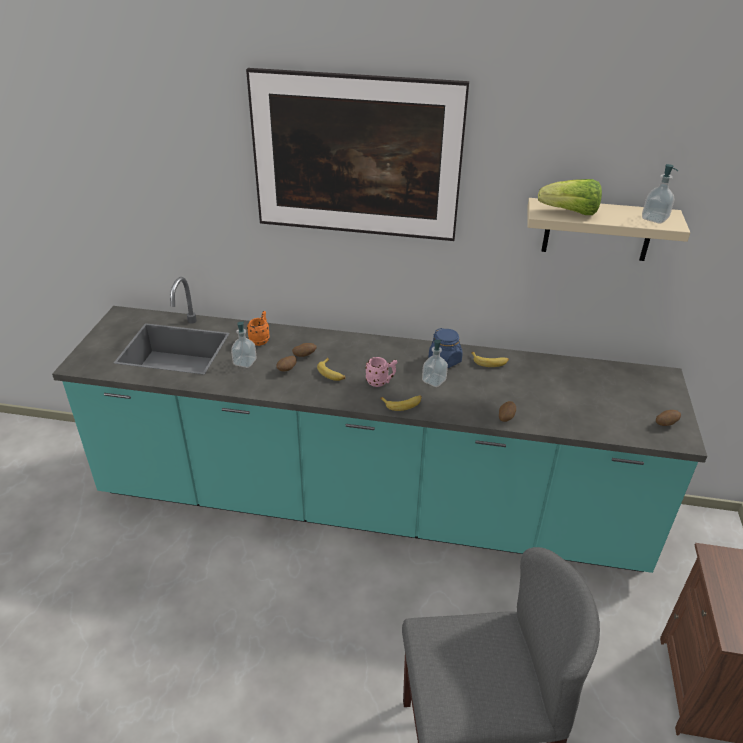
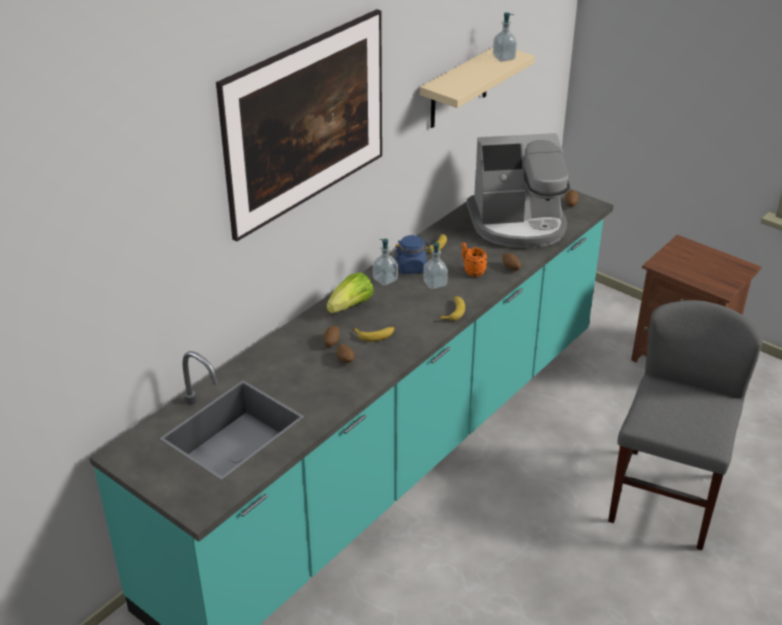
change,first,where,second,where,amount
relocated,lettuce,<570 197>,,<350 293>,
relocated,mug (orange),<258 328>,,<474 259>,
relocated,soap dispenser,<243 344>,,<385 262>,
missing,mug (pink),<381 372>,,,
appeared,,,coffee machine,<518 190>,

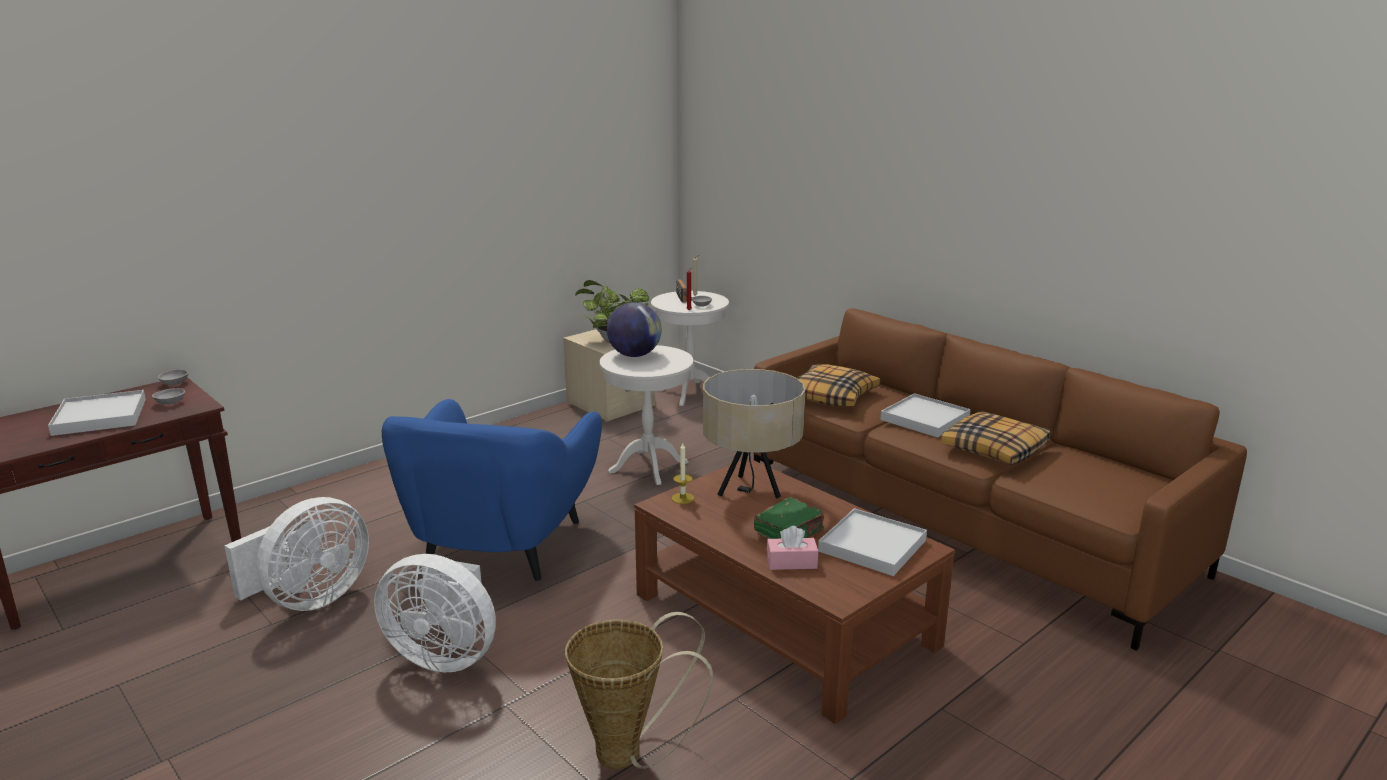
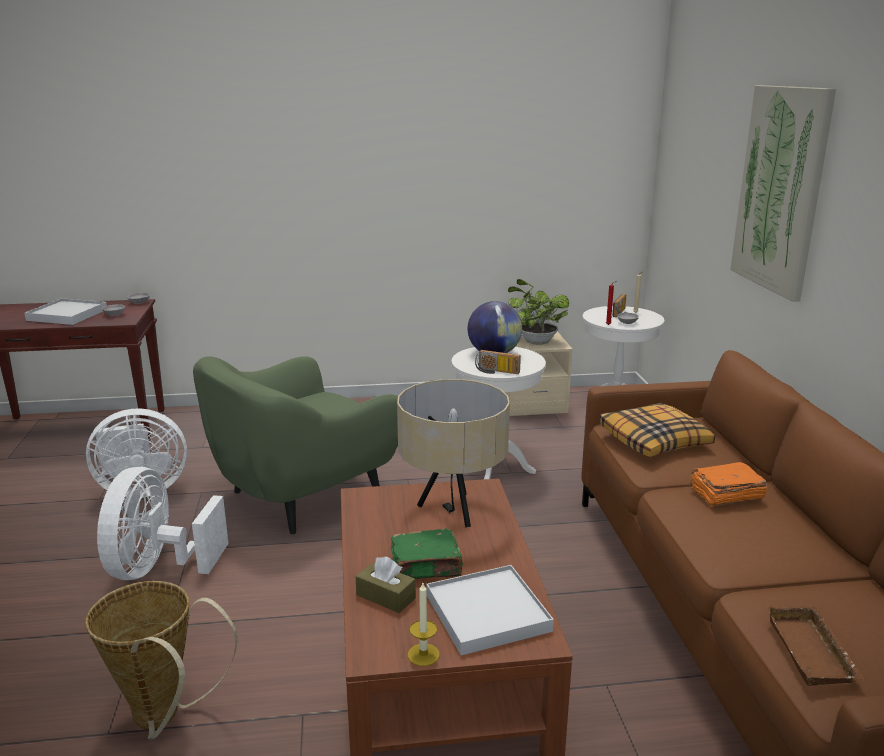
change,first,where,second,where,amount
exchanged,tray (white),<926 415>,book (orange),<729 484>,
colour,armchair (blue),<492 490>,armchair (green),<295 445>,
missing,pillow,<996 438>,,,
relocated,candle,<682 473>,,<424 624>,
colour,tissue box (pink),<792 548>,tissue box (brown),<386 585>,
spun,fan (white),<435 613>,,<163 523>,45 degrees clockwise
appeared,,,picture,<783 193>,
appeared,,,radio,<498 362>,
appeared,,,tray (brown),<815 645>,

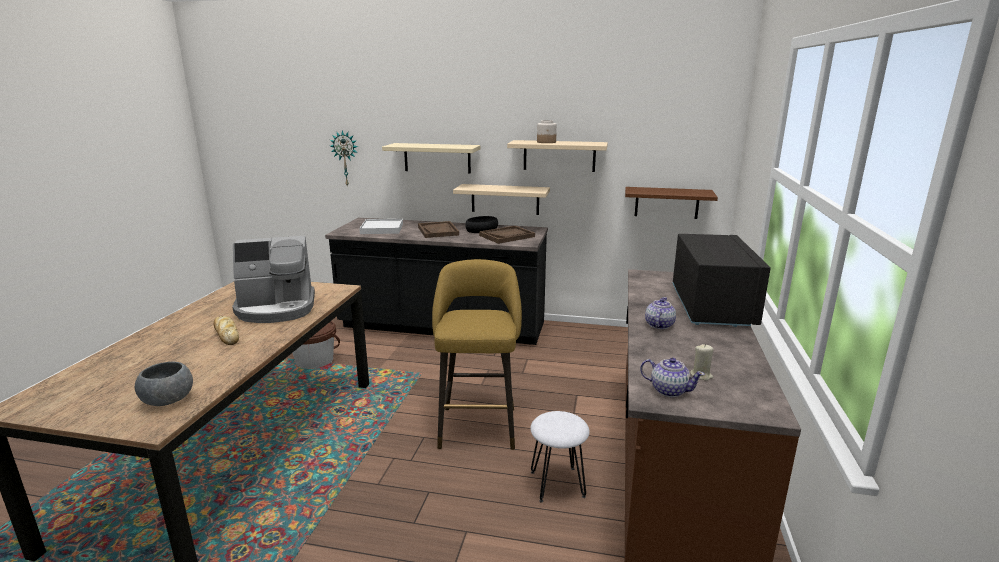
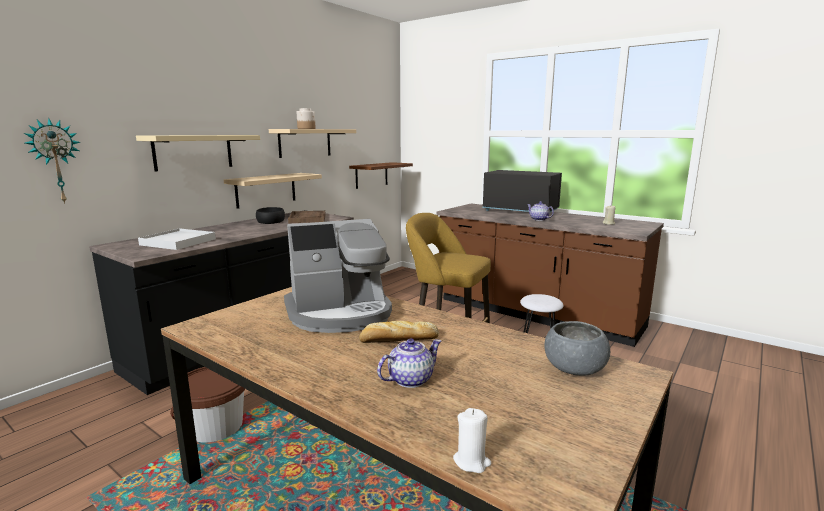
change,first,where,second,where,amount
missing,tray (brown),<438 229>,,,
spun,coffee machine,<273 279>,,<338 276>,60 degrees clockwise
relocated,teapot,<672 377>,,<409 363>,
appeared,,,candle (white),<472 440>,

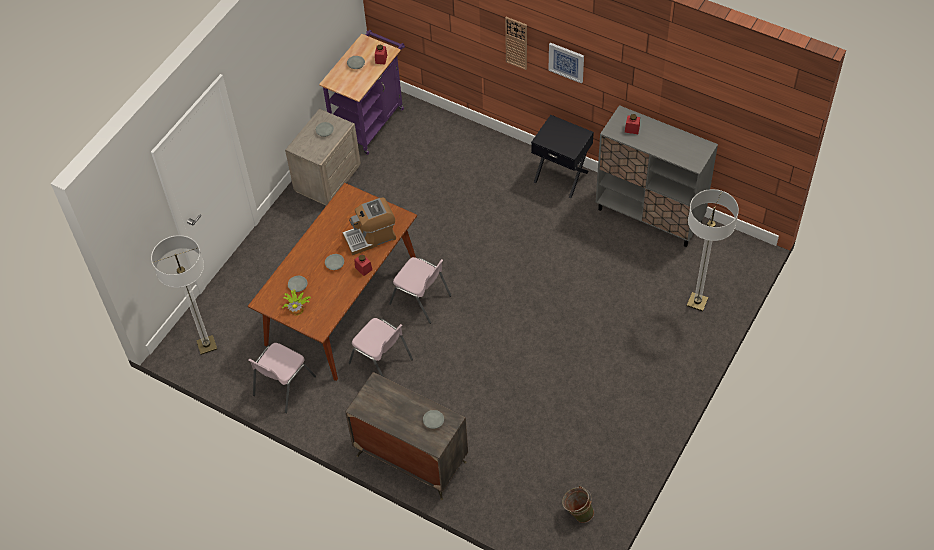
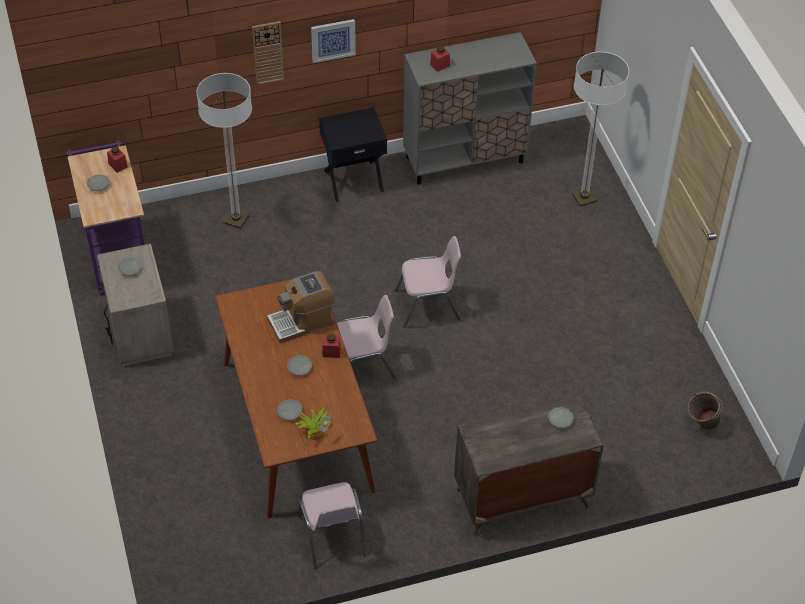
change,first,where,second,where,amount
spun,coffee machine,<369 226>,,<301 307>,45 degrees clockwise
relocated,floor lamp,<184 295>,,<224 151>,
relocated,chair (pink),<381 347>,,<428 282>,

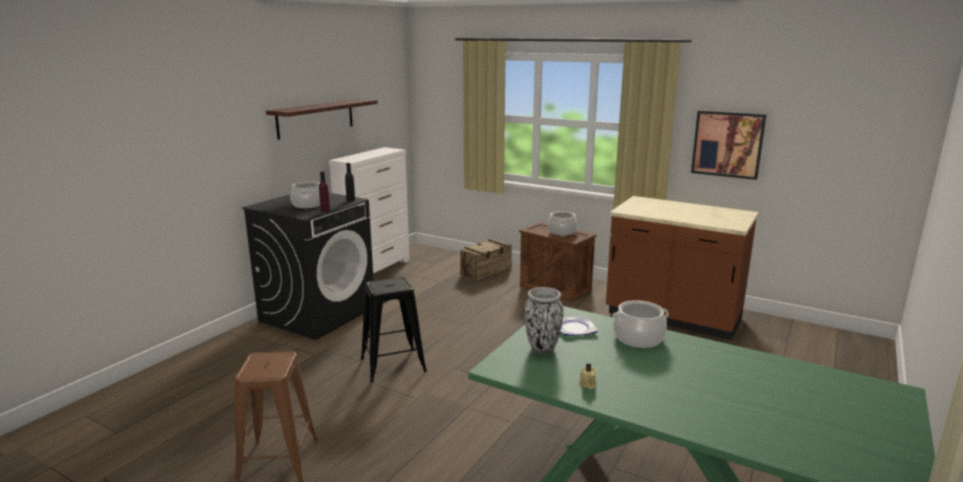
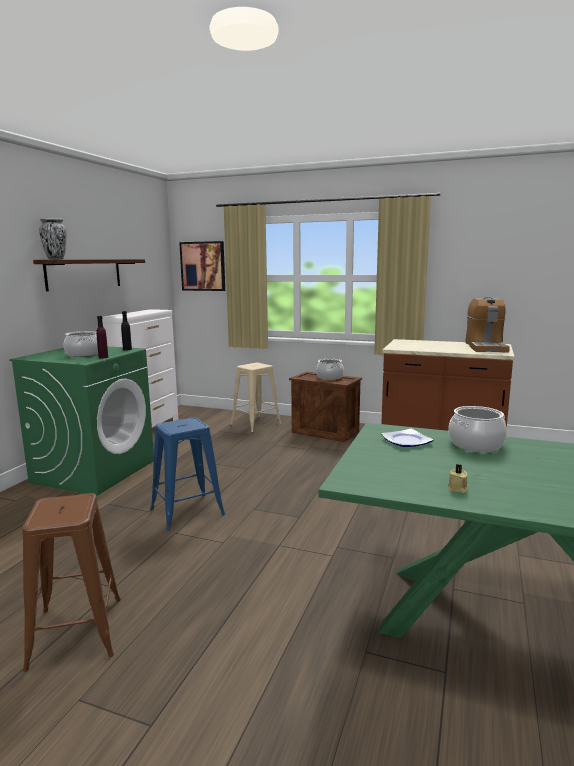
change,first,where,second,where,amount
relocated,picture,<729 145>,,<202 266>,
colour,washing machine (black),<308 266>,washing machine (green),<81 421>,
exchanged,crate,<486 260>,stool (beige),<256 397>,
colour,stool (black),<394 329>,stool (blue),<188 474>,
relocated,vase,<544 320>,,<53 239>,
appeared,,,coffee machine,<487 324>,

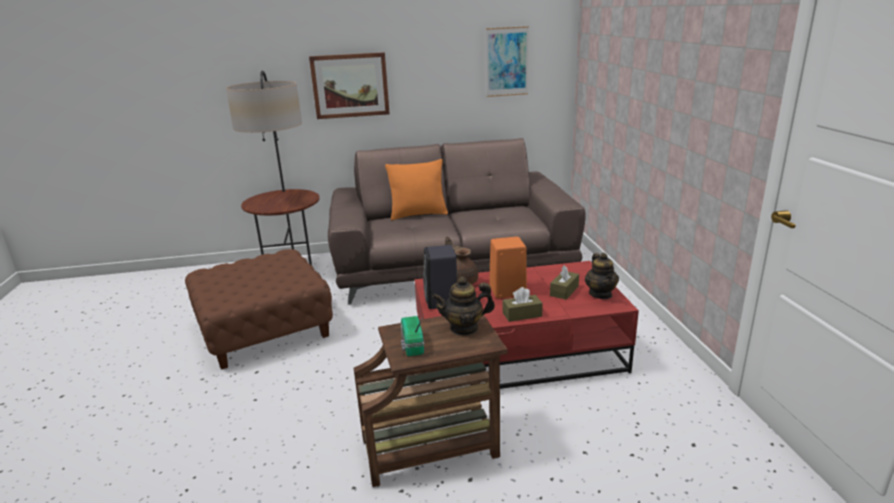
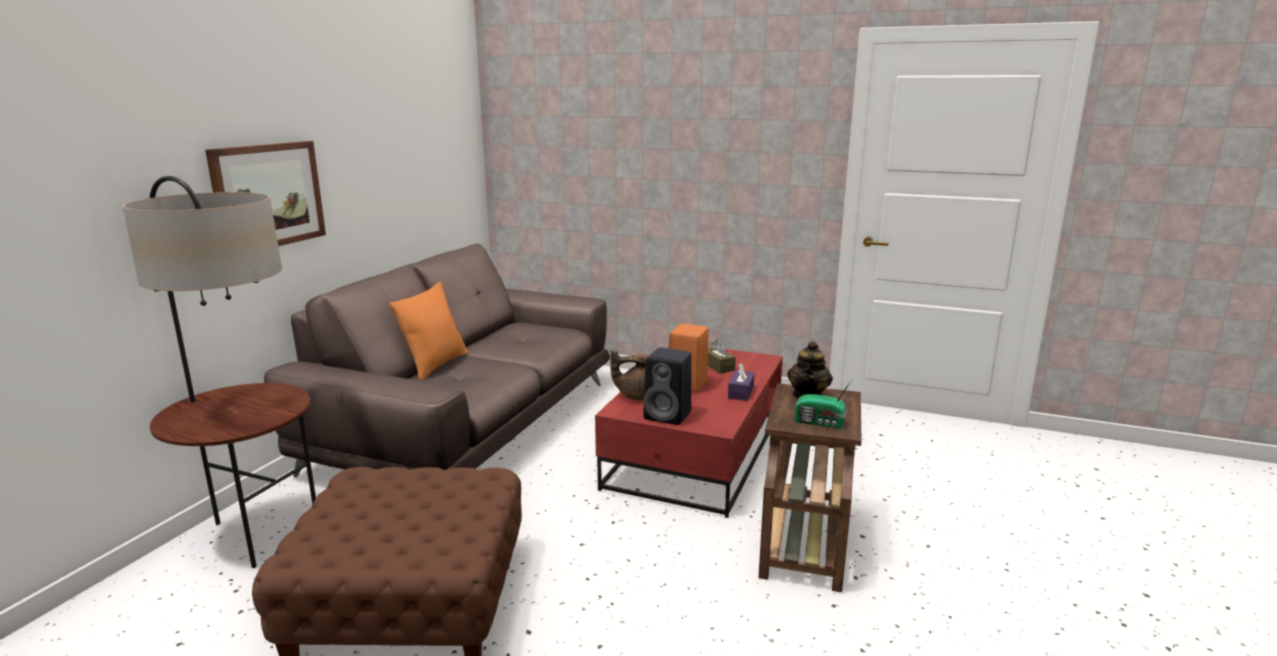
change,first,where,second,where,amount
missing,picture,<507 61>,,,
missing,teapot,<602 276>,,,
colour,tissue box (brown),<523 304>,tissue box (purple),<741 382>,

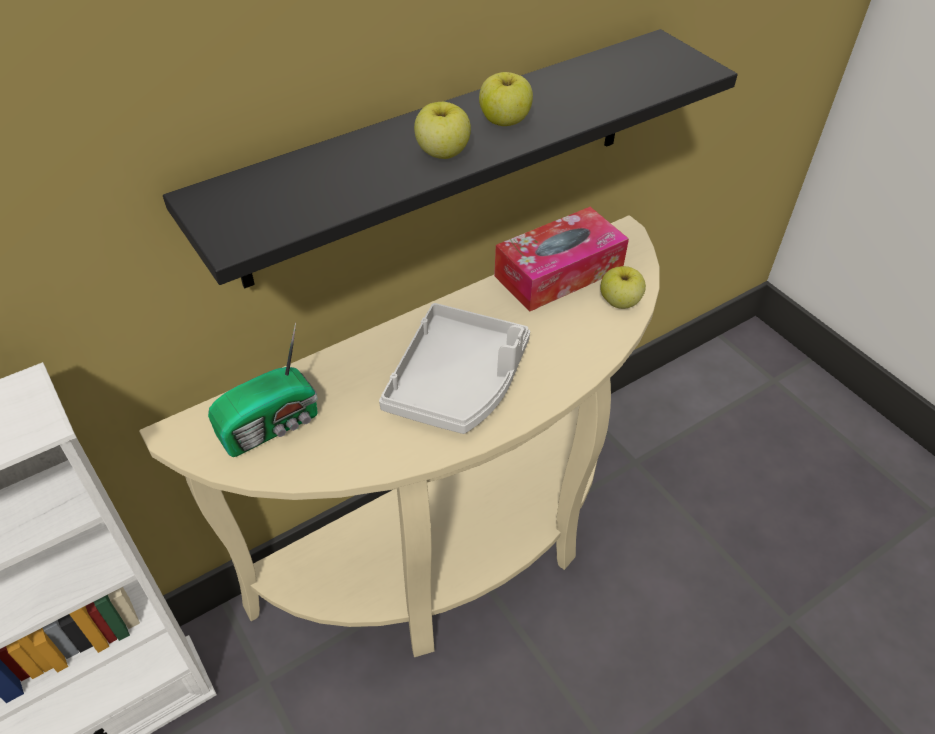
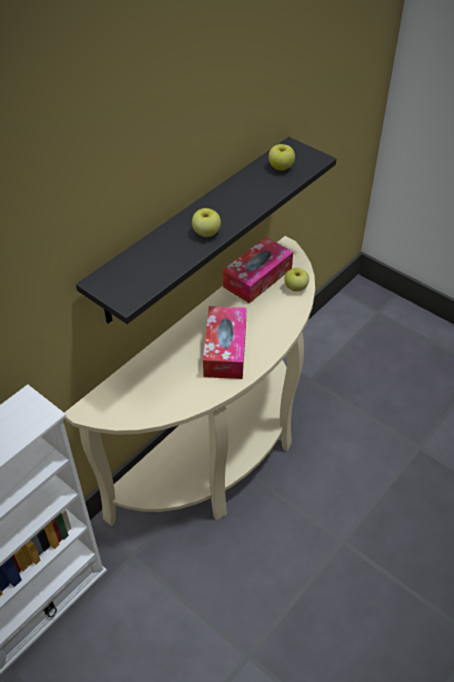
change,first,where,second,where,amount
relocated,apple,<506 99>,,<282 157>,
exchanged,tray (grey),<454 368>,tissue box,<224 342>,
missing,radio,<263 389>,,,

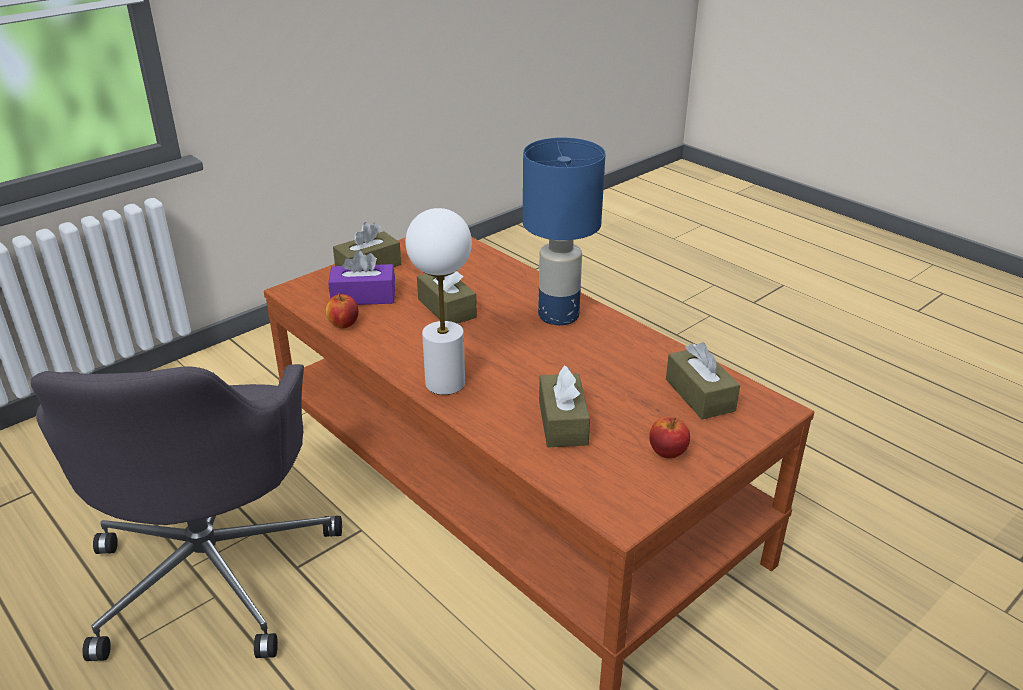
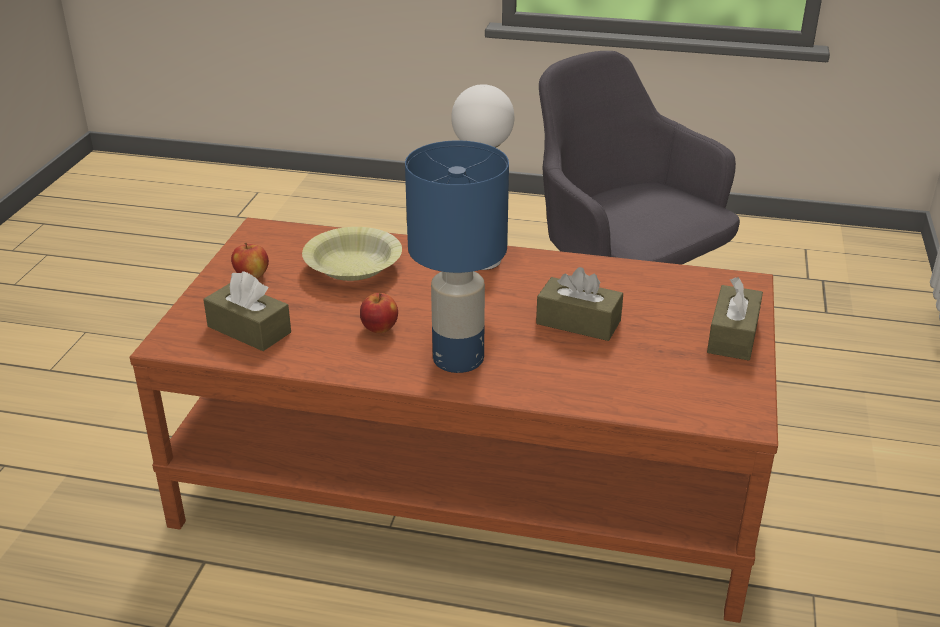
change,first,where,second,where,amount
missing,tissue box (purple),<361 277>,,,
relocated,apple,<342 311>,,<379 313>,
exchanged,tissue box (brown),<564 406>,bowl (yellow),<352 254>,

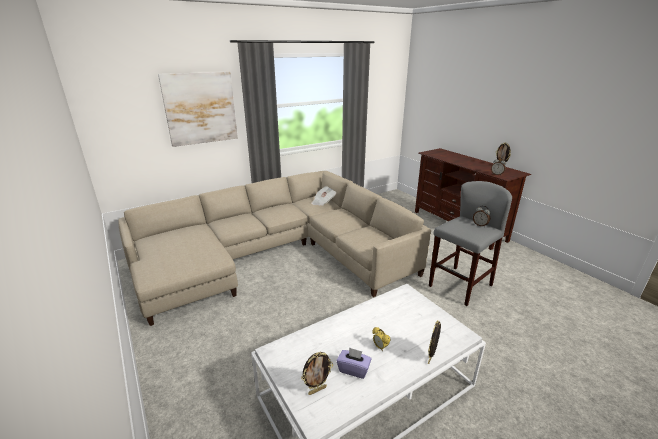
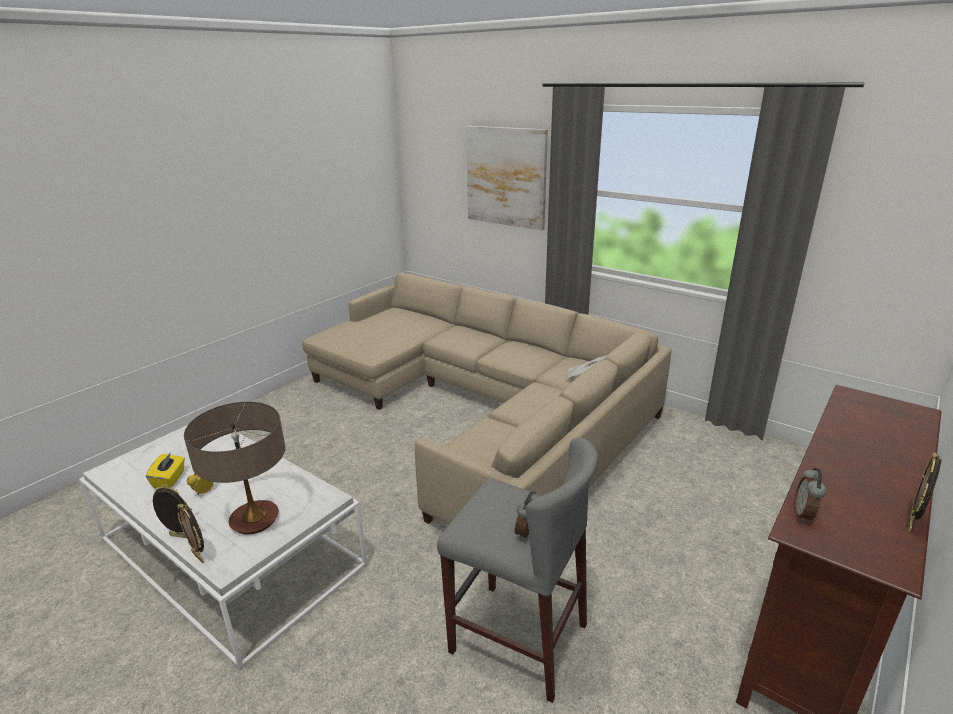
change,first,where,second,where,amount
colour,tissue box (purple),<354 363>,tissue box (yellow),<165 470>,
relocated,picture frame,<317 373>,,<191 533>,
appeared,,,table lamp,<234 468>,

